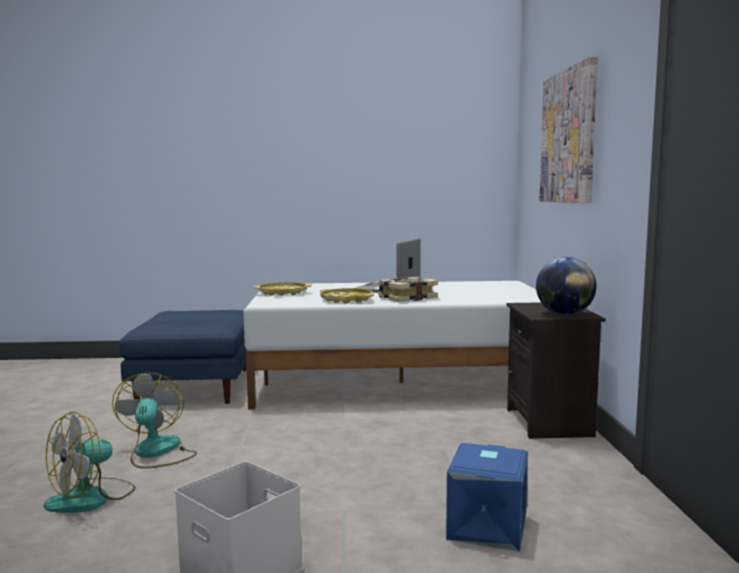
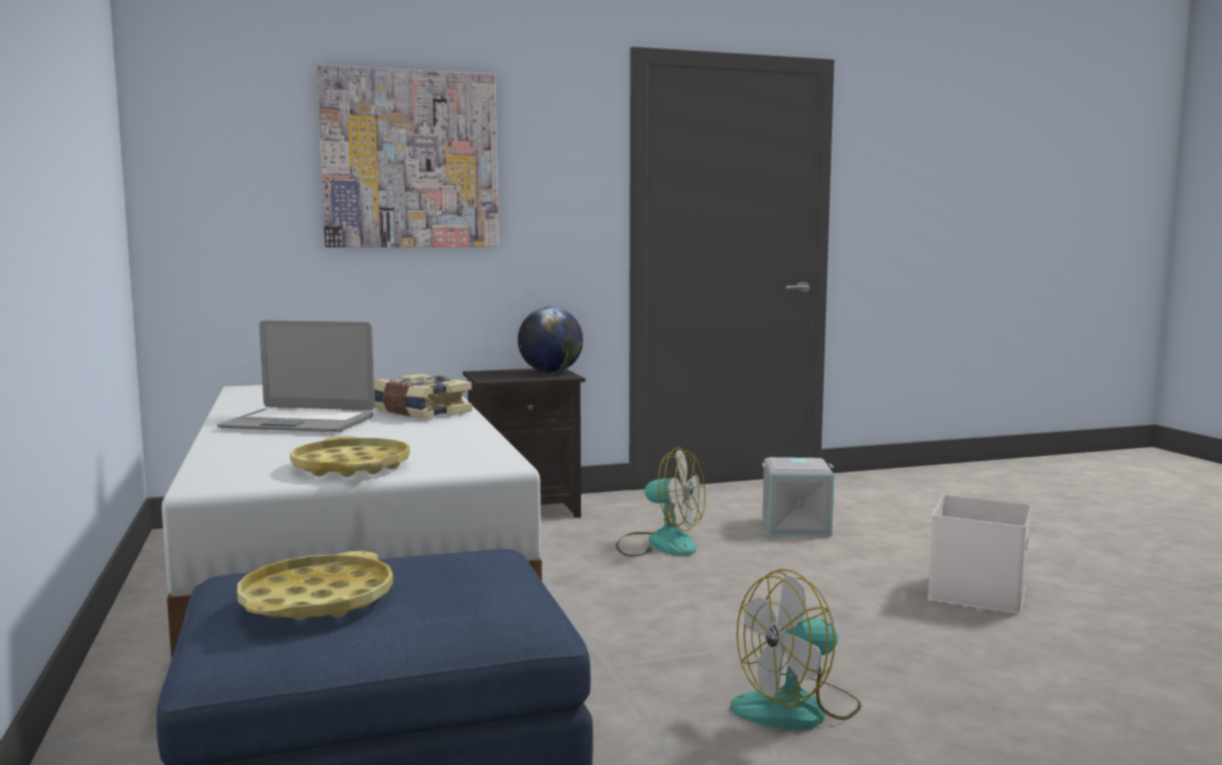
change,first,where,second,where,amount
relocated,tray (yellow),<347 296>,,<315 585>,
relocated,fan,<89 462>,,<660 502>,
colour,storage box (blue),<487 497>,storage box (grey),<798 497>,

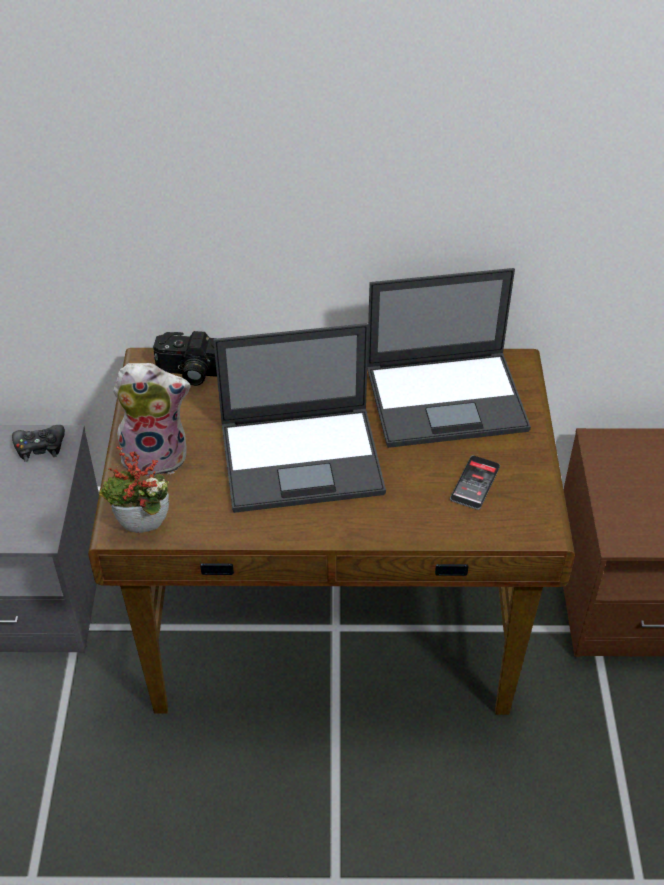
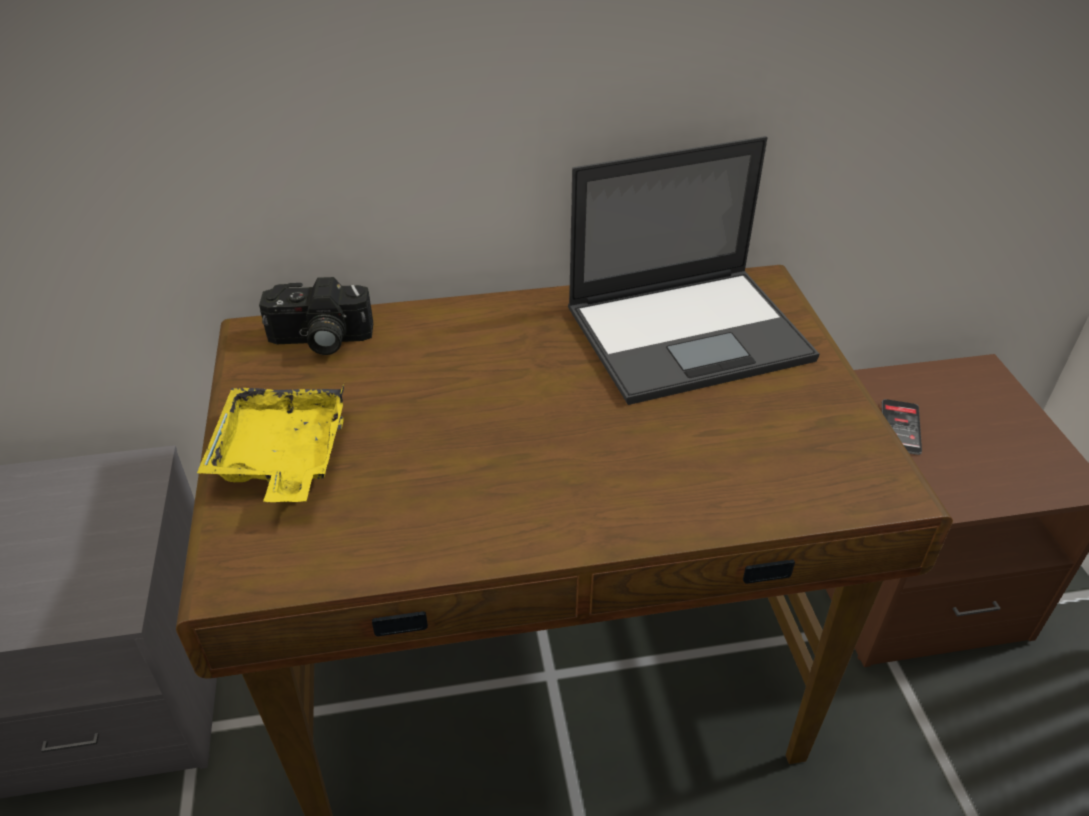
change,first,where,second,where,amount
missing,laptop,<299 418>,,,
exchanged,plush toy,<152 420>,tray (yellow),<270 443>,
missing,game controller (black),<38 443>,,,
missing,potted plant,<134 490>,,,
relocated,phone,<475 482>,,<902 427>,

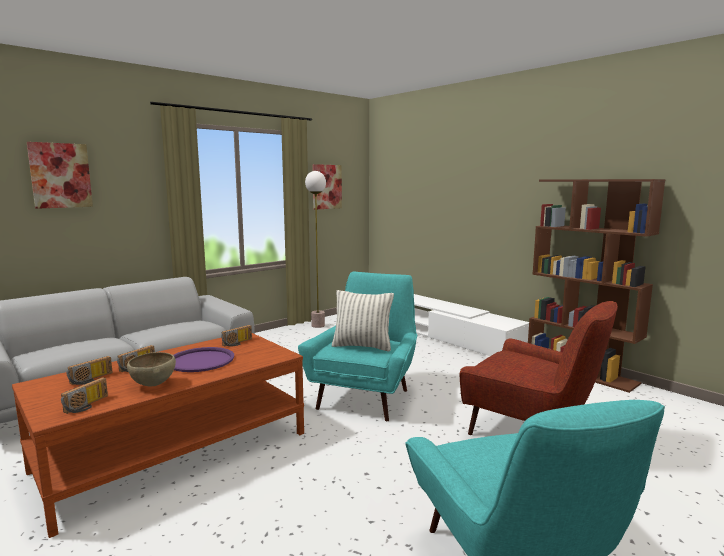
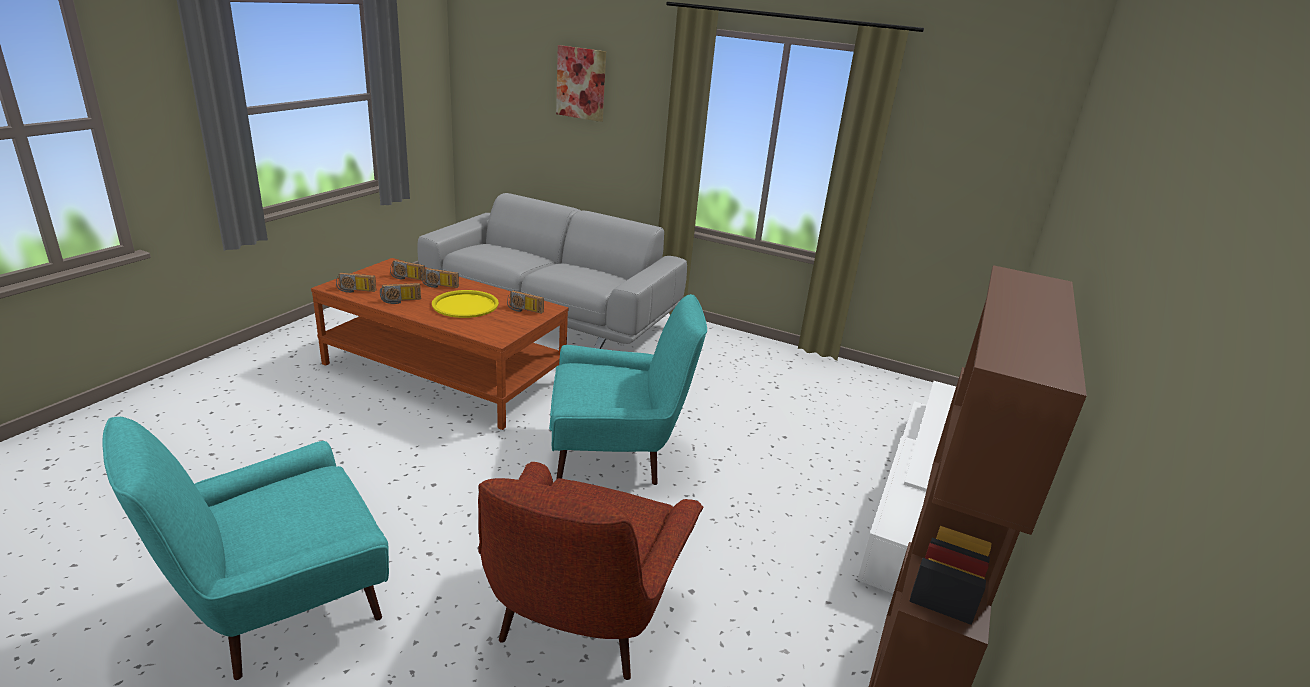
change,first,where,second,where,amount
missing,picture,<327 187>,,,
missing,floor lamp,<315 249>,,,
missing,pillow,<363 320>,,,
colour,tray (purple),<203 359>,tray (yellow),<465 304>,
exchanged,bowl (brown),<151 369>,radio,<400 293>,

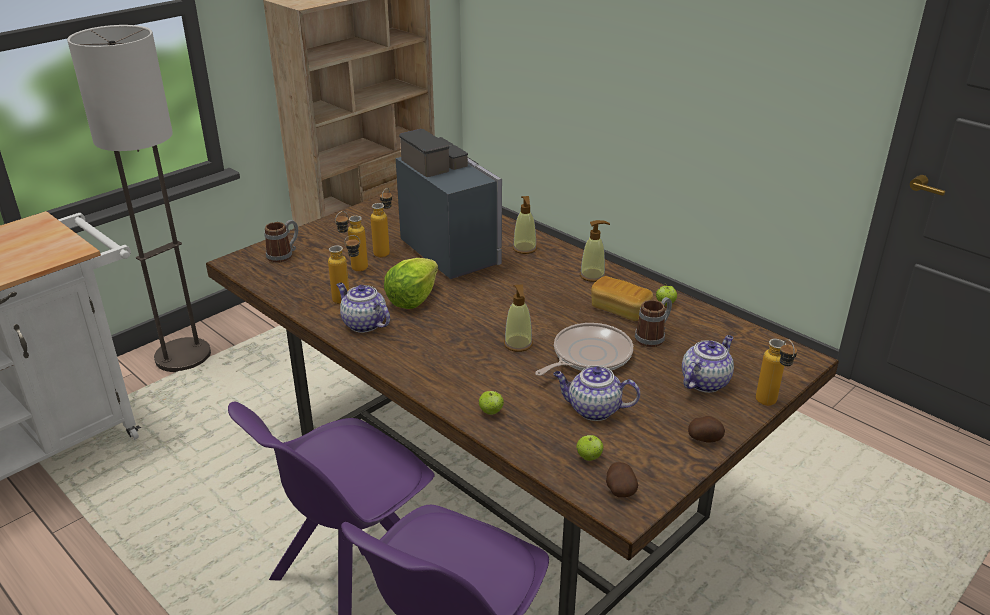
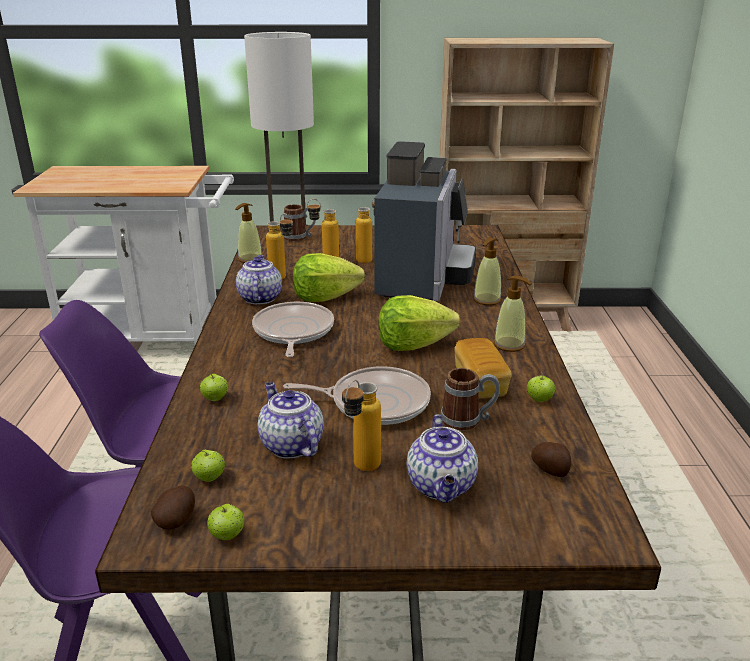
change,first,where,second,where,amount
relocated,soap dispenser,<518 318>,,<248 233>,
spun,teapot,<708 364>,,<442 458>,90 degrees clockwise
relocated,bottle,<776 372>,,<361 425>,
relocated,potato,<706 429>,,<551 459>,
appeared,,,lettuce,<419 323>,
appeared,,,frying pan,<293 329>,
appeared,,,apple,<226 522>,

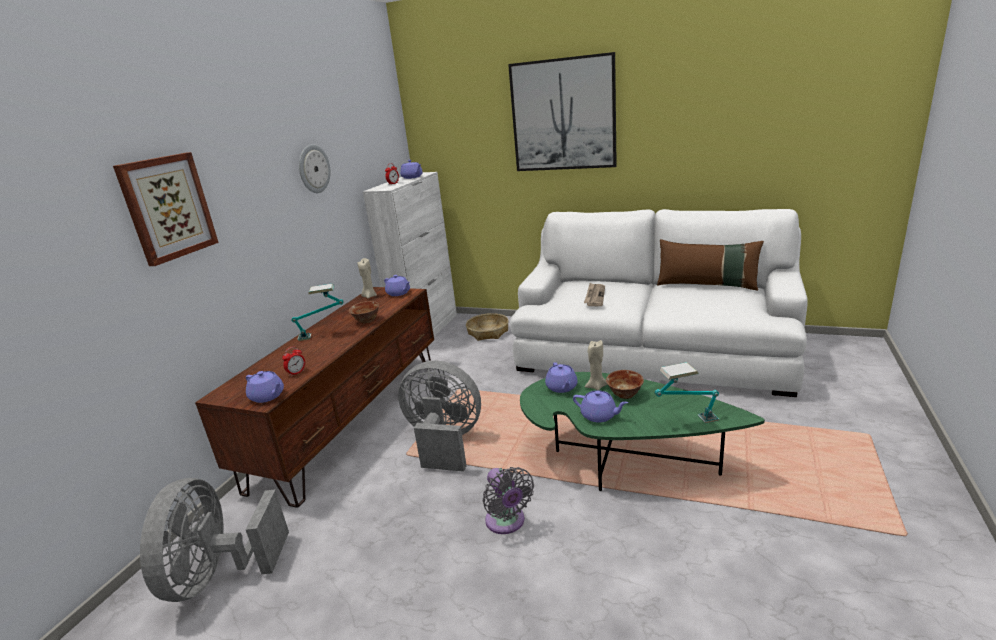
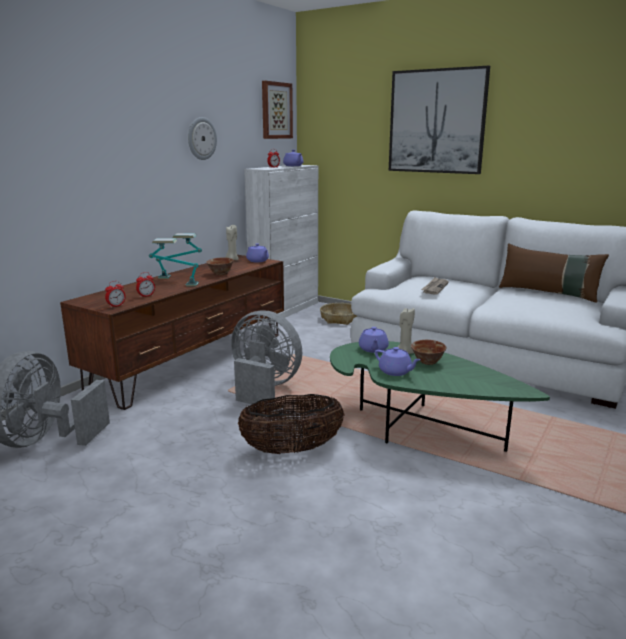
change,first,where,second,where,amount
relocated,picture,<166 209>,,<277 110>,
relocated,table lamp,<687 393>,,<174 262>,
exchanged,teapot (purple),<265 387>,alarm clock,<115 294>,
exchanged,fan (grey),<508 500>,basket,<291 424>,

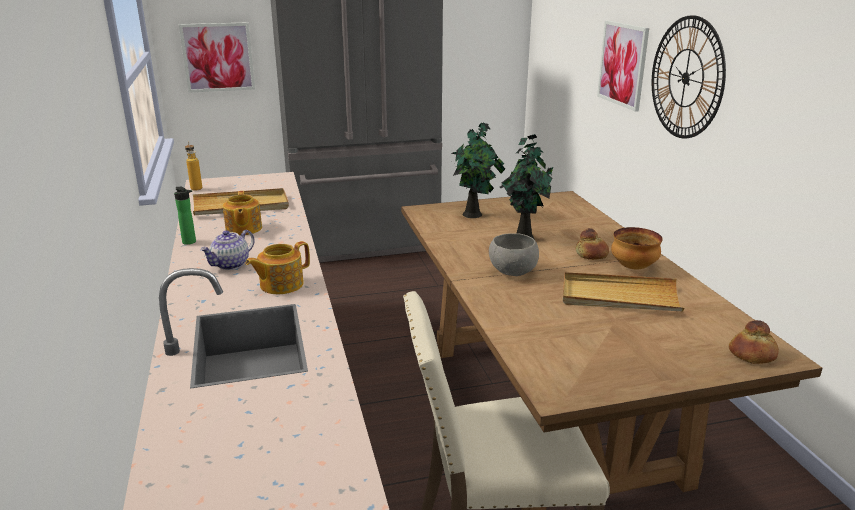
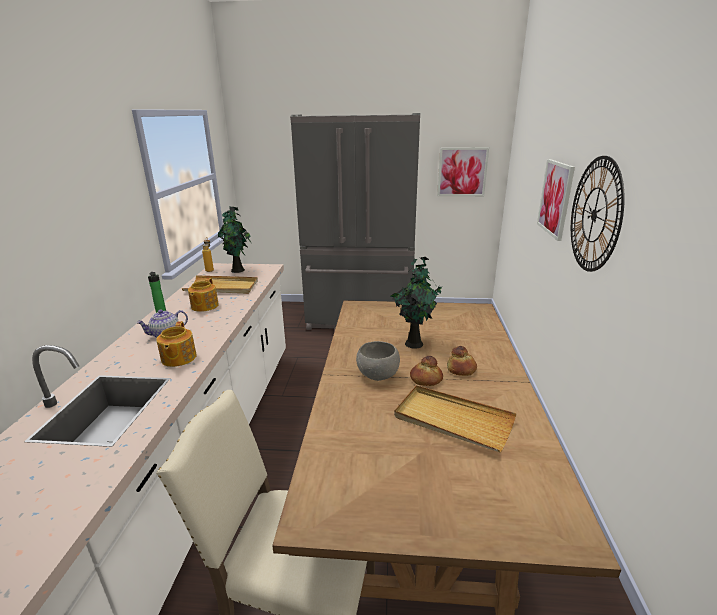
change,first,where,second,where,amount
relocated,picture,<217 57>,,<463 171>,
relocated,potted plant,<478 170>,,<234 239>,
missing,bowl,<637 248>,,,
spun,teapot,<278 267>,,<176 344>,75 degrees counterclockwise
relocated,bread,<754 342>,,<426 371>,

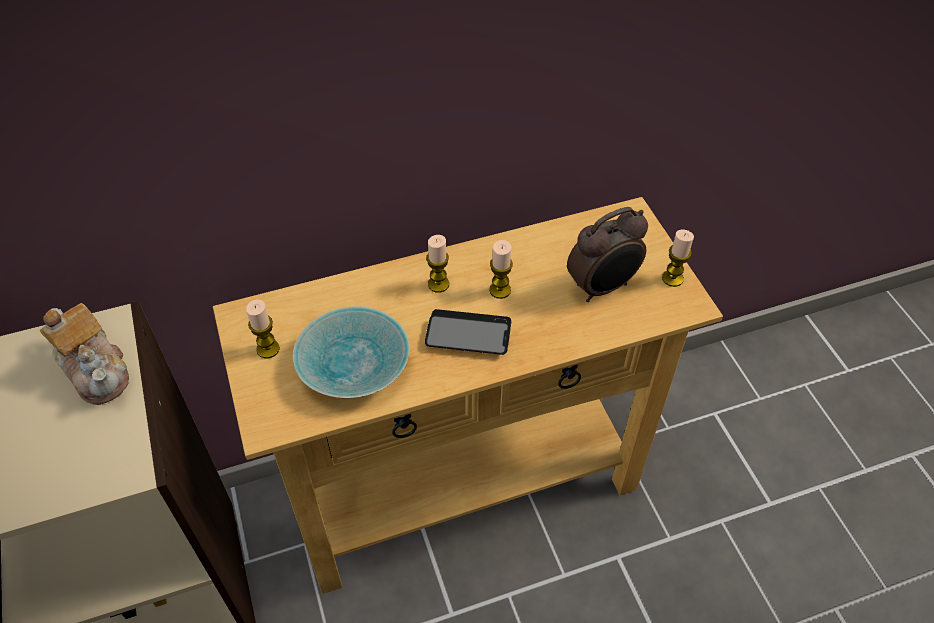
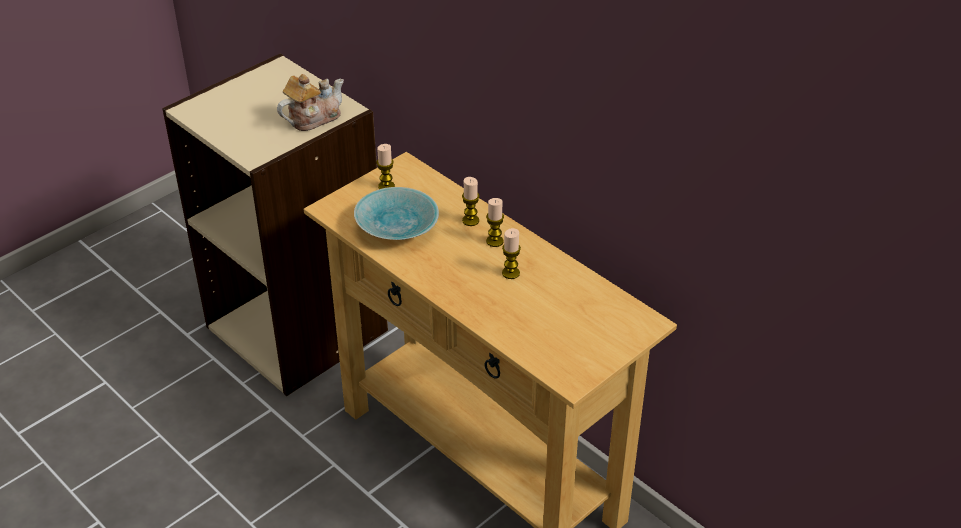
change,first,where,second,where,amount
missing,alarm clock,<607 254>,,,
relocated,candle,<678 258>,,<471 201>,
spun,teapot,<84 354>,,<310 102>,150 degrees counterclockwise
missing,phone,<468 332>,,,

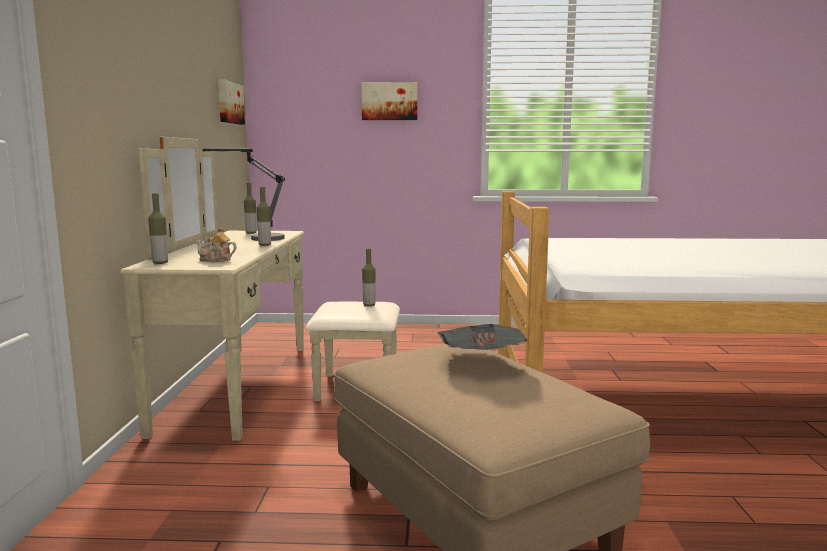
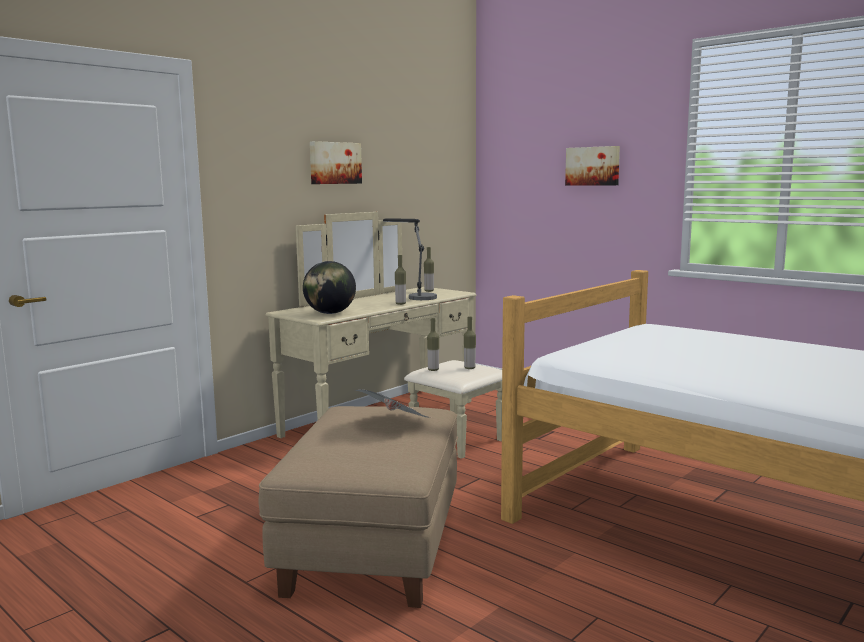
change,first,where,second,where,amount
relocated,picture,<231 102>,,<336 162>,
relocated,bottle,<158 228>,,<433 344>,
exchanged,teapot,<216 244>,globe,<329 287>,

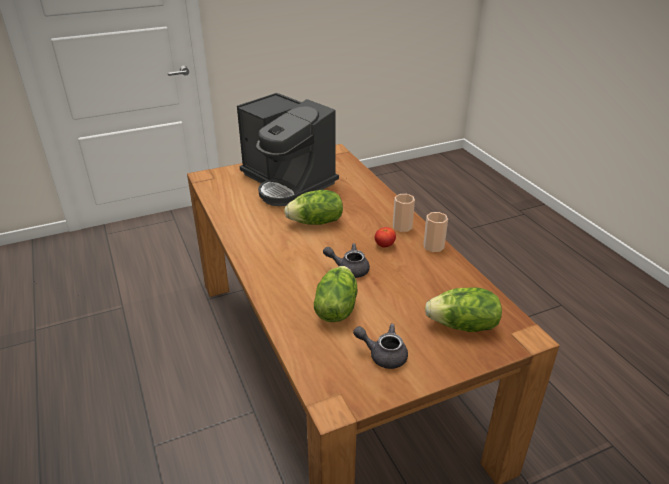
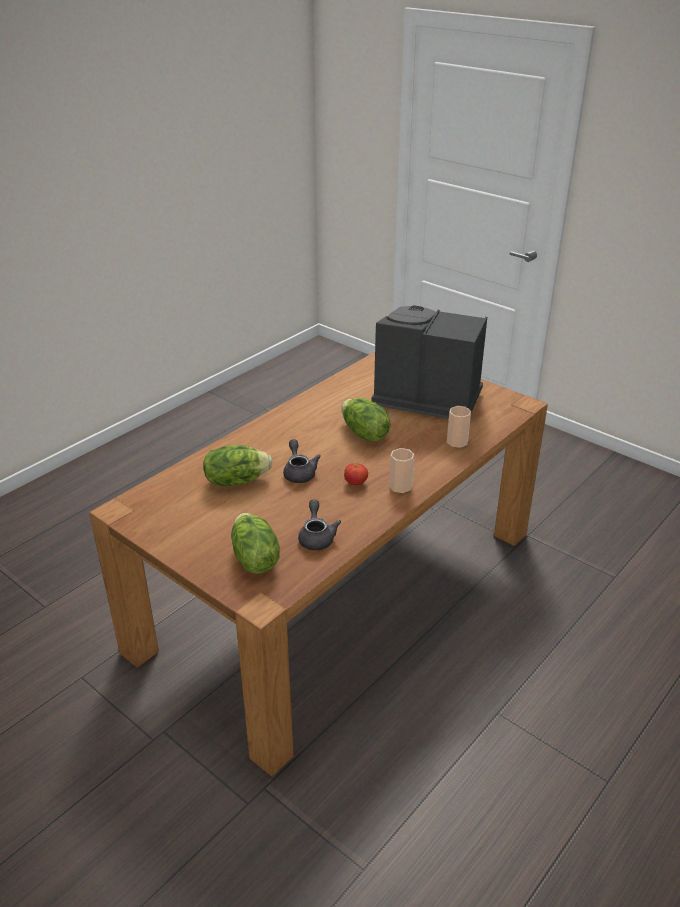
change,first,where,second,where,amount
spun,coffee machine,<288 149>,,<429 362>,90 degrees clockwise
relocated,cup,<435 232>,,<459 427>,
relocated,teapot (grey),<380 346>,,<319 525>,

